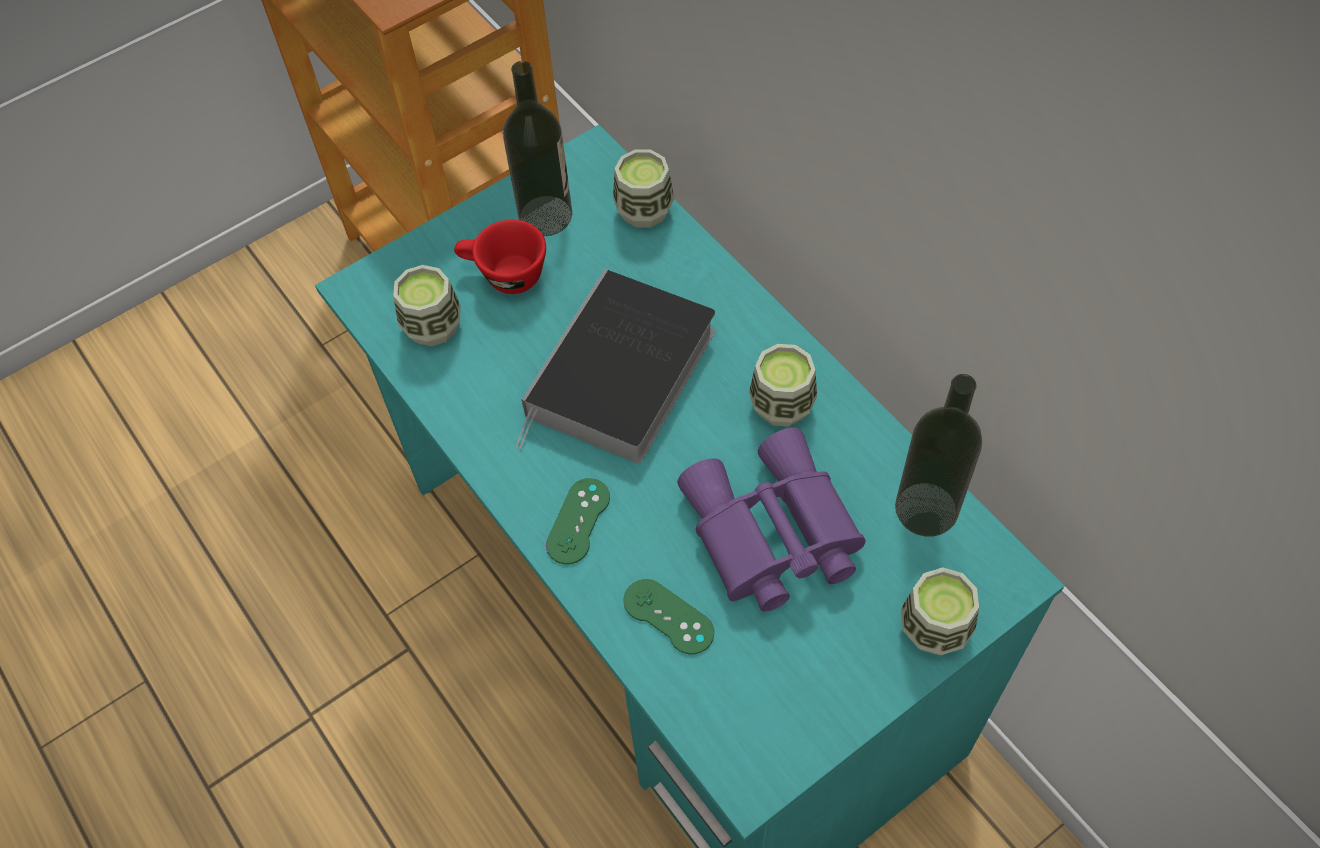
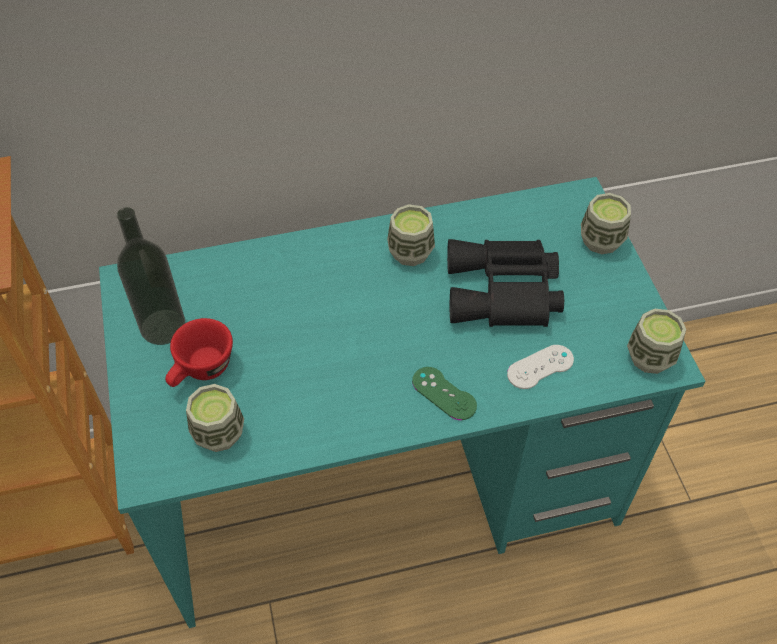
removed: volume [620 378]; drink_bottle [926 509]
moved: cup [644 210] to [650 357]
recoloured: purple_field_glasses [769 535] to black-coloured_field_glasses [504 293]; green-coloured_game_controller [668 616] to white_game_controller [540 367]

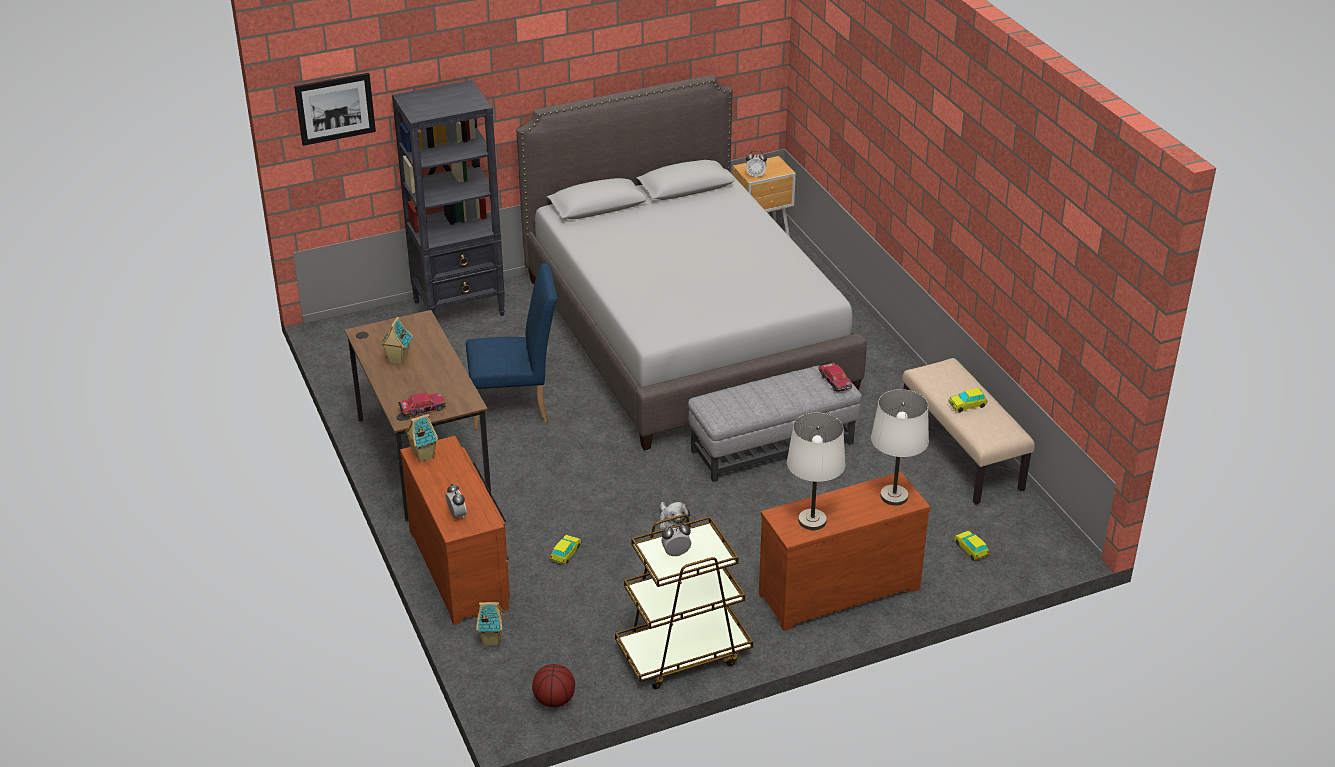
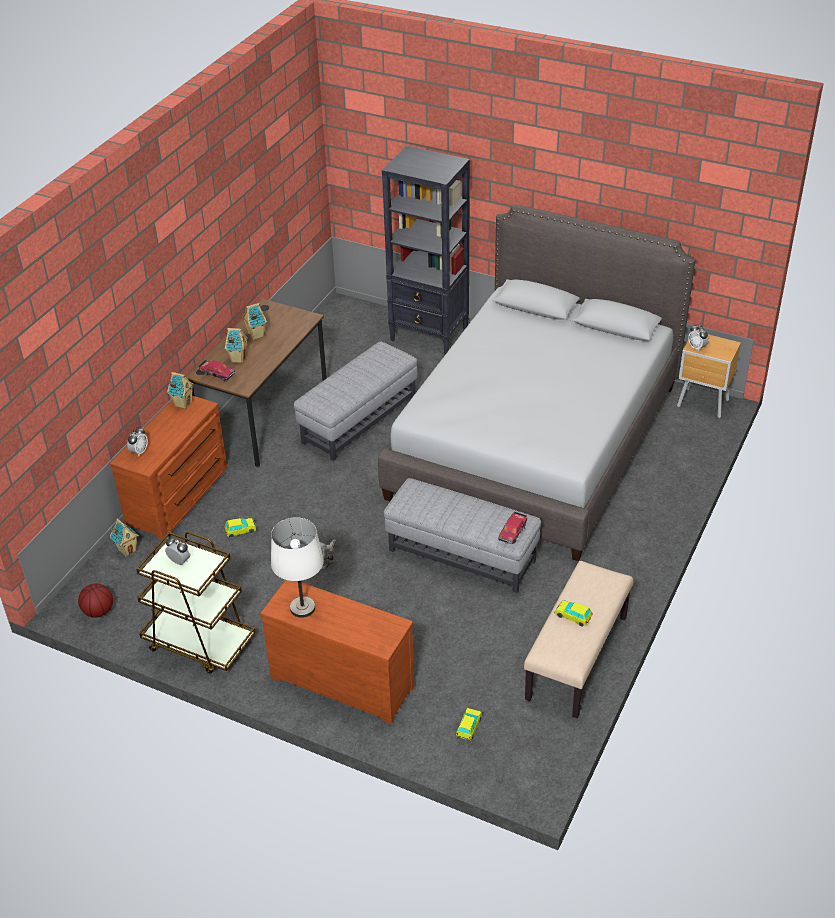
removed: wall_picture [335 108]; white_table_lamp [894 496]
added: miniature_house [238 358]
replaced: blue-coloured_chair [516 408] to grey_pouffe [359 420]

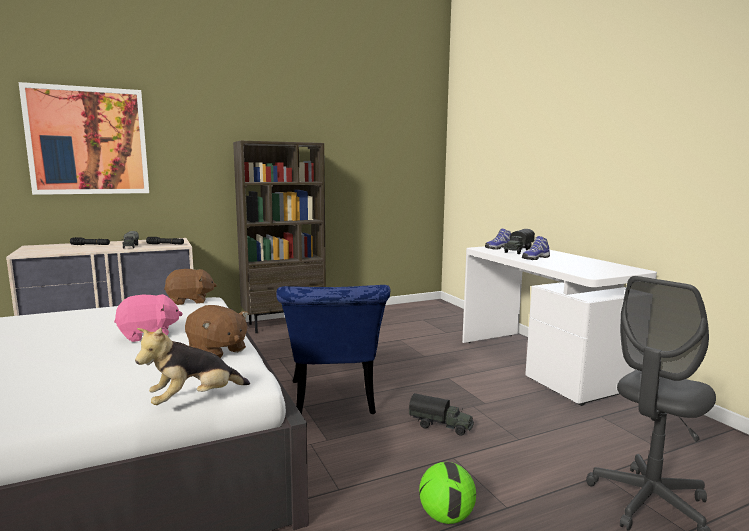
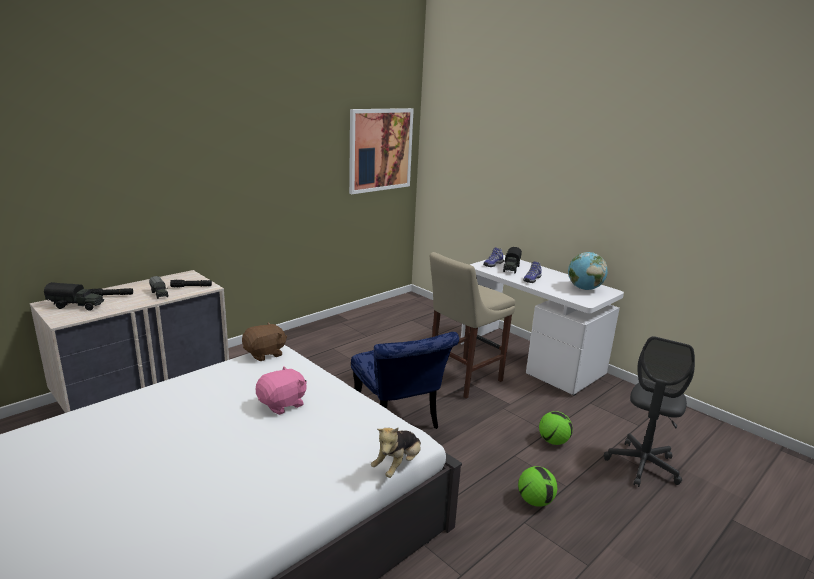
removed: brownish_cuddly_toy [217 351]; brownish_bookcase [284 324]
added: sand-coloured_stool [462 380]; football_ball [553 441]; world_globe [584 288]
moved: toy_lorry [441 426] to [77 306]; wall_picture [88 141] to [380 150]

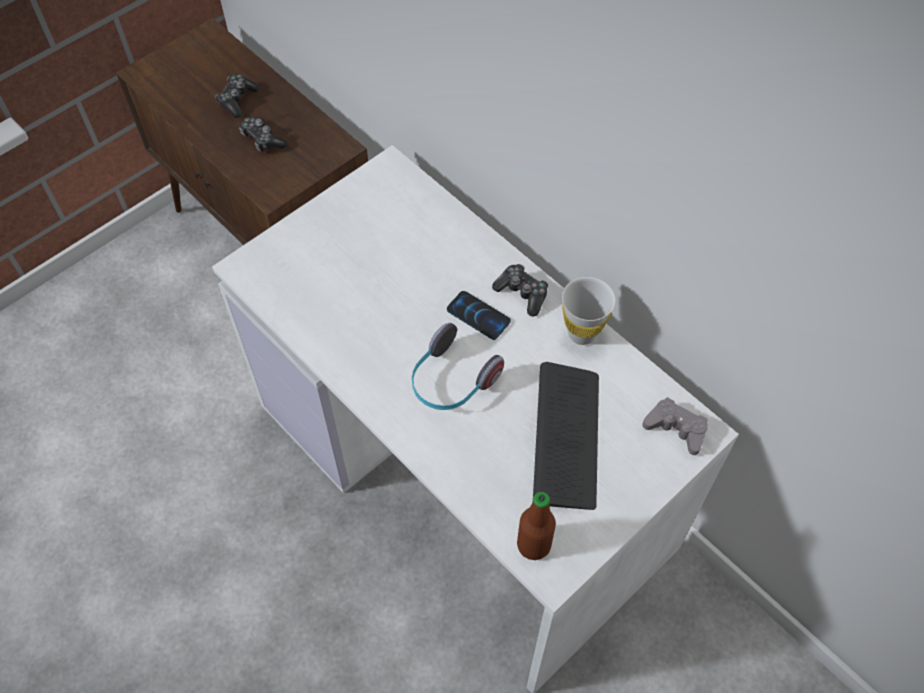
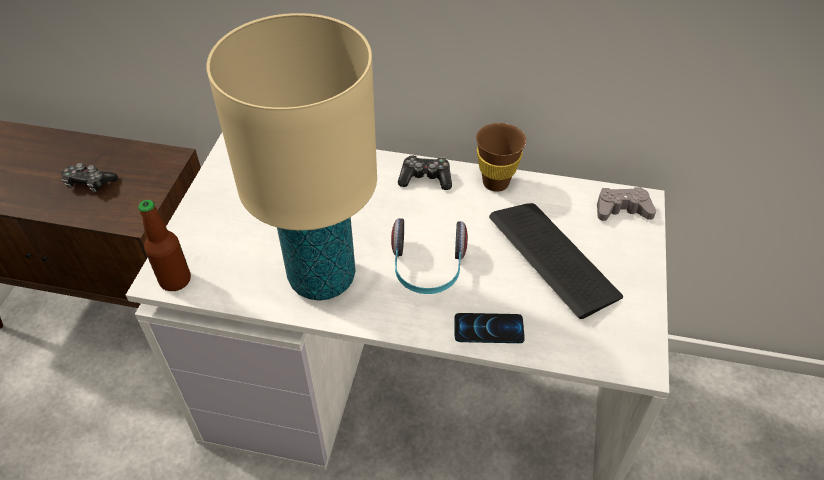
removed: game_controller [237 100]
added: sand-coloured_table_lamp [322 277]
moved: drink_bottle [533 545] to [175 280]; handset [478 316] to [488 329]
recoloured: white_cup [582 333] to brownish_cup [495 183]

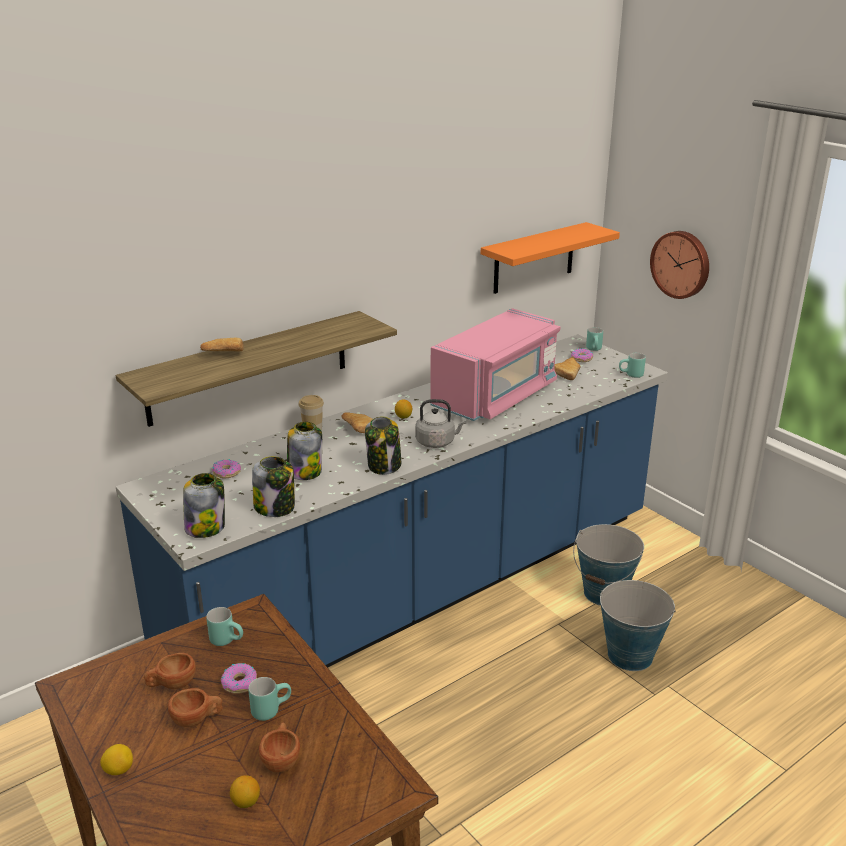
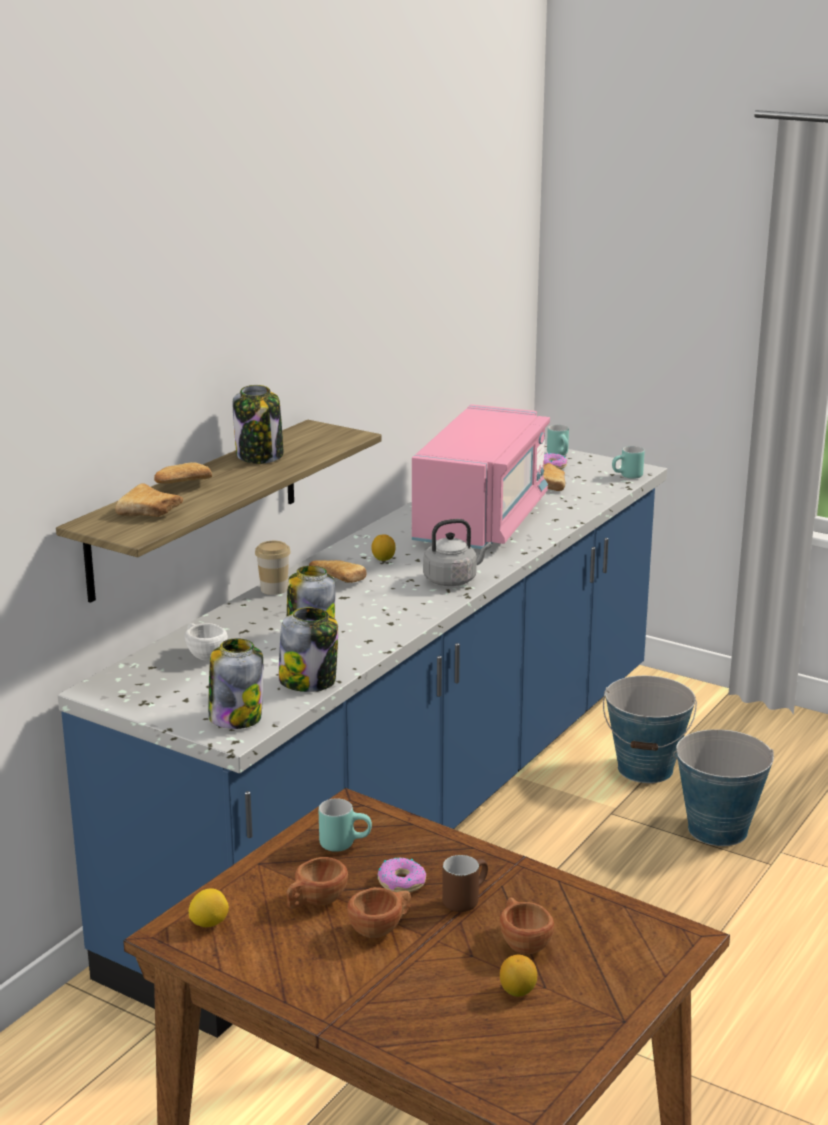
removed: orange_wall_shelf [534 258]; wall_clock [681 264]
added: baked_bread [152 513]
moved: citrus_fruit [119 770] to [209 923]; preserve_jar [384 466] to [260 456]
replaced: ring_doughnut [226 472] to white_cup [203 654]
recoloured: turquoise_mug [270 709] to brownish_mug [464 899]

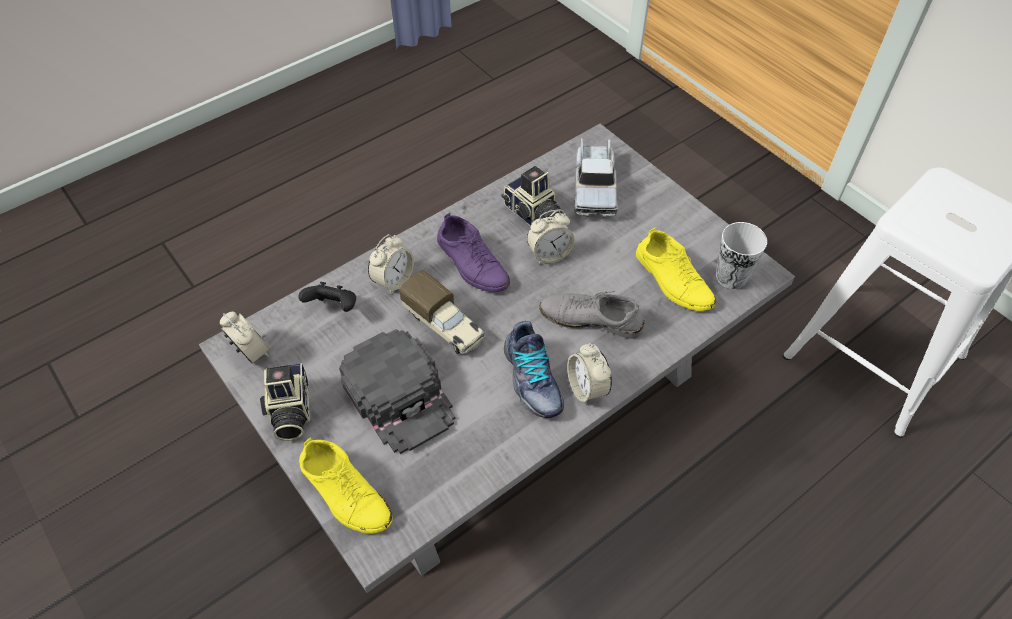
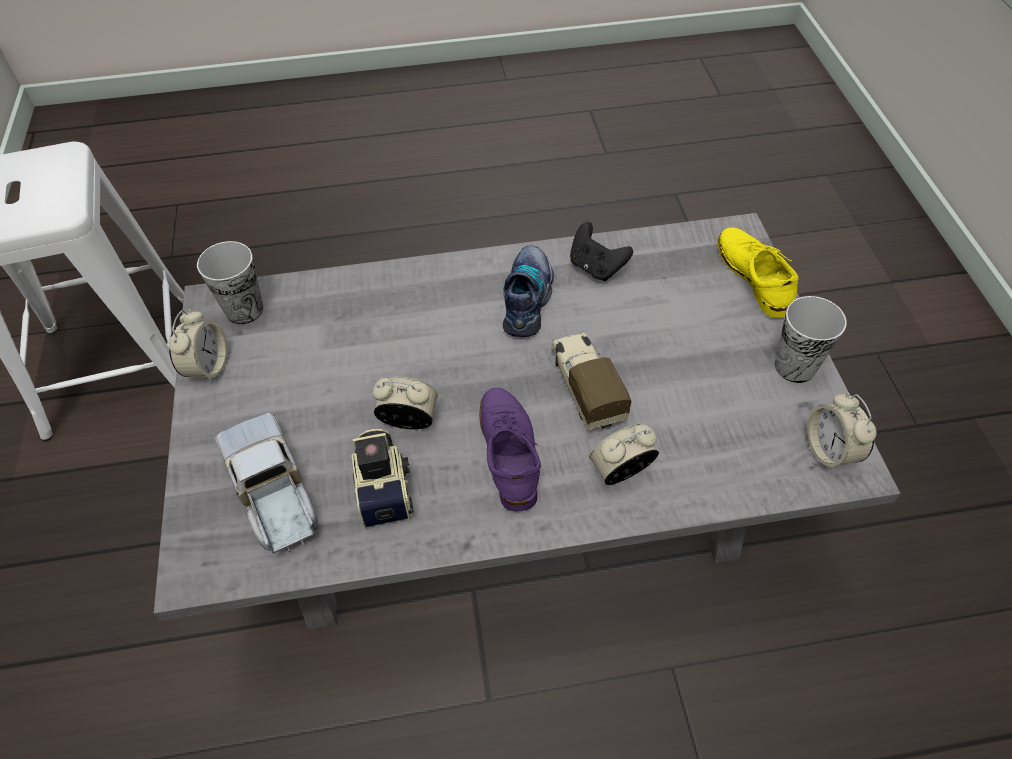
removed: black-coloured_baseball_cap [400 396]; grey_item_of_footwear [591 319]; yellowish_item_of_footwear [673 280]
moved: bedside_clock [587 388] to [208 367]; black-coloured_game_controller [333 307] to [596 267]
replaced: photo_camera [289 411] to cup [795 366]
turned: toy_lorry [594 187] = [273 492] 60 degrees counterclockwise

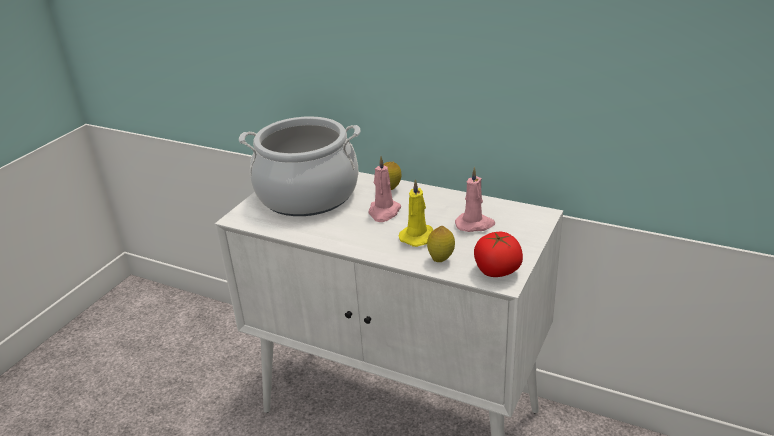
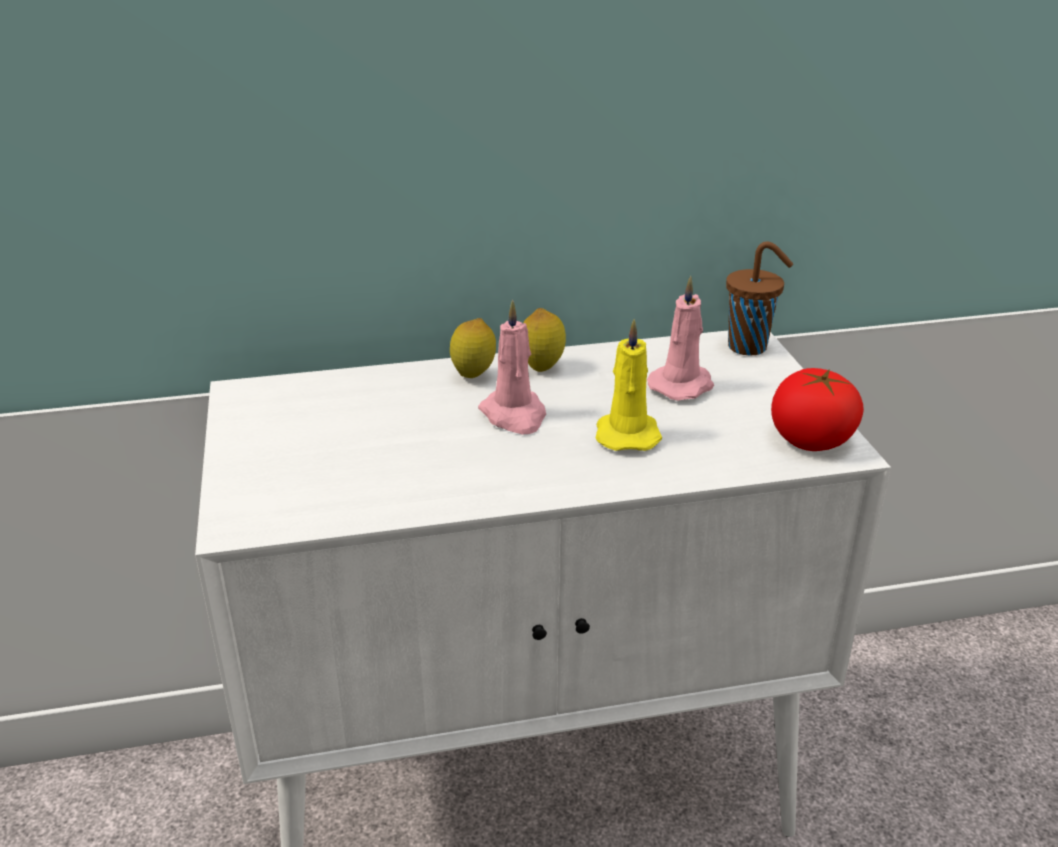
removed: saucepot [307 195]
added: brownish_cup [750 347]
moved: citrus_fruit [441 260] to [542 368]

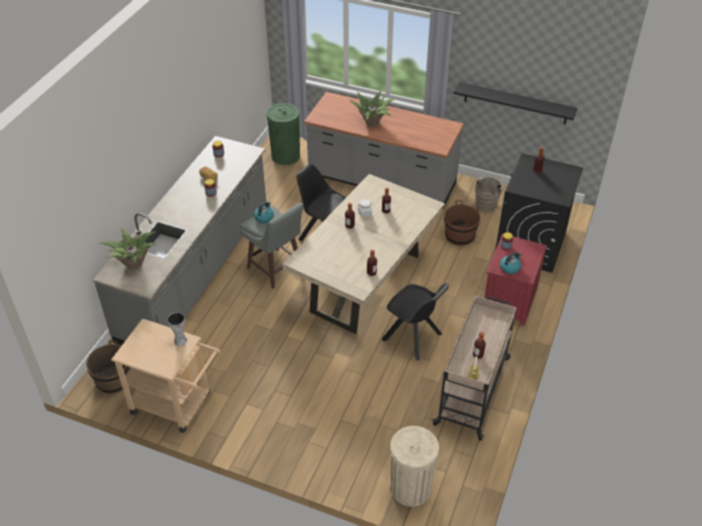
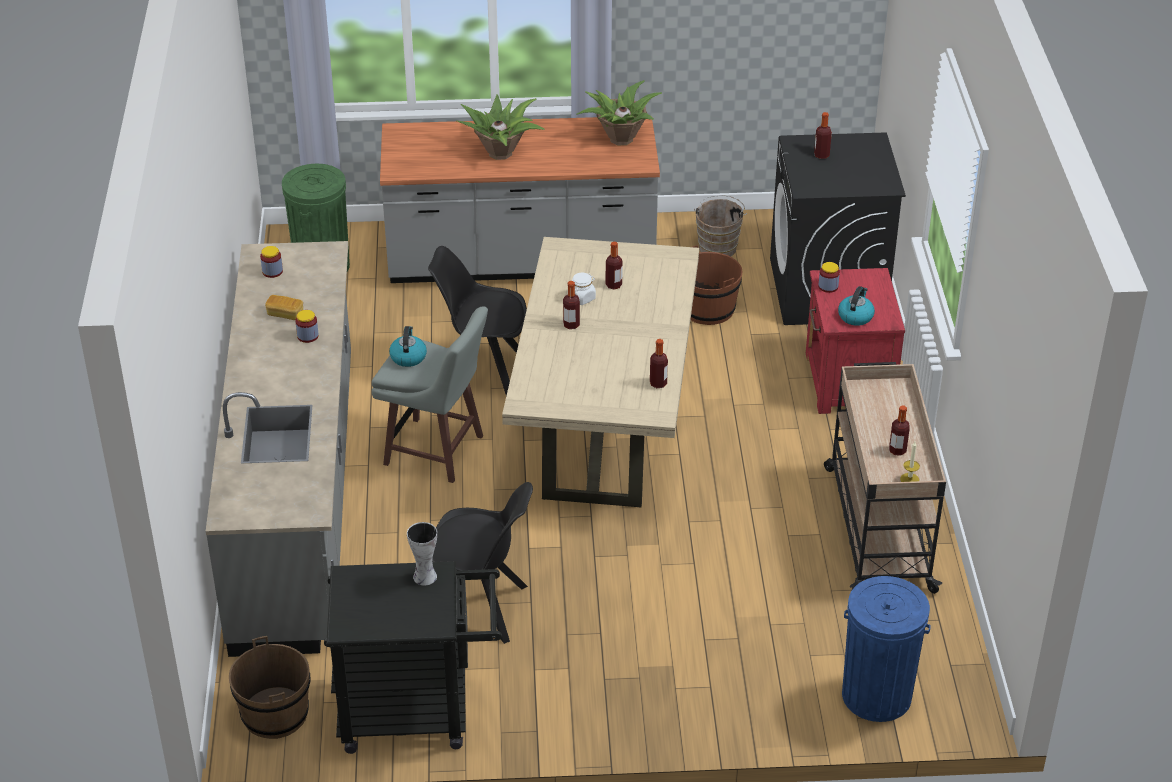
removed: black-coloured_wall_shelf [515 103]
moved: black-coloured_chair [413 338] to [480 608]; potted_plant [133 264] to [620 139]
recoloured: sand-coloured_trolley [177 405] to black-coloured_trolley [418 712]; sand-coloured_trash_can [410 488] to blue-coloured_trash_can [876 695]

